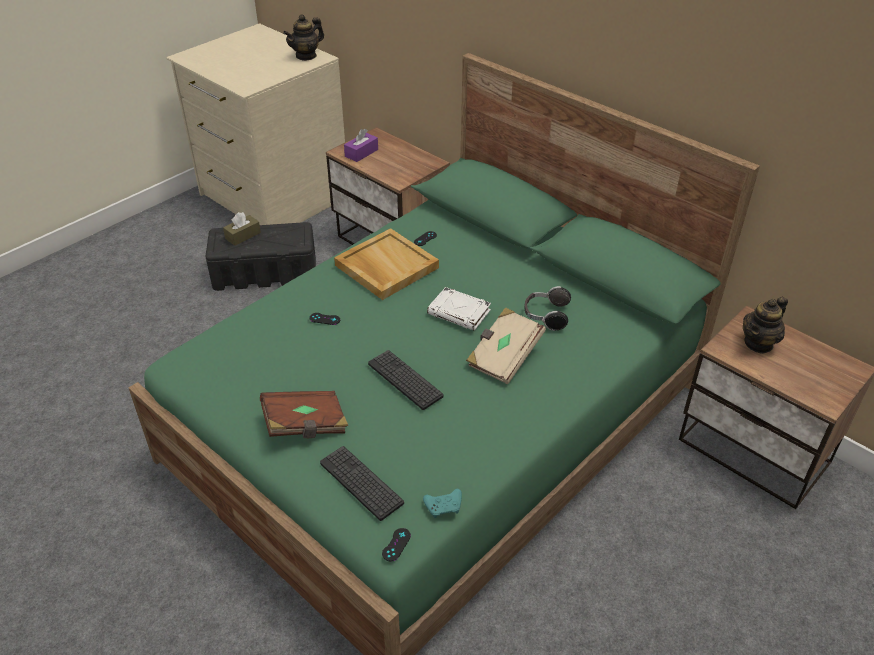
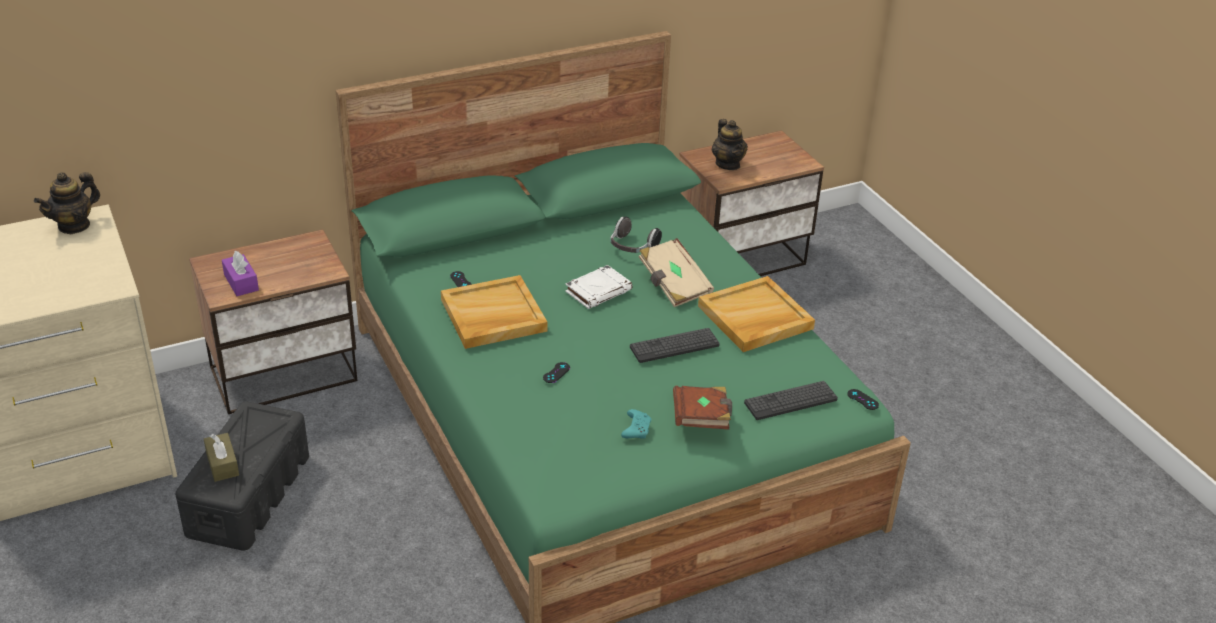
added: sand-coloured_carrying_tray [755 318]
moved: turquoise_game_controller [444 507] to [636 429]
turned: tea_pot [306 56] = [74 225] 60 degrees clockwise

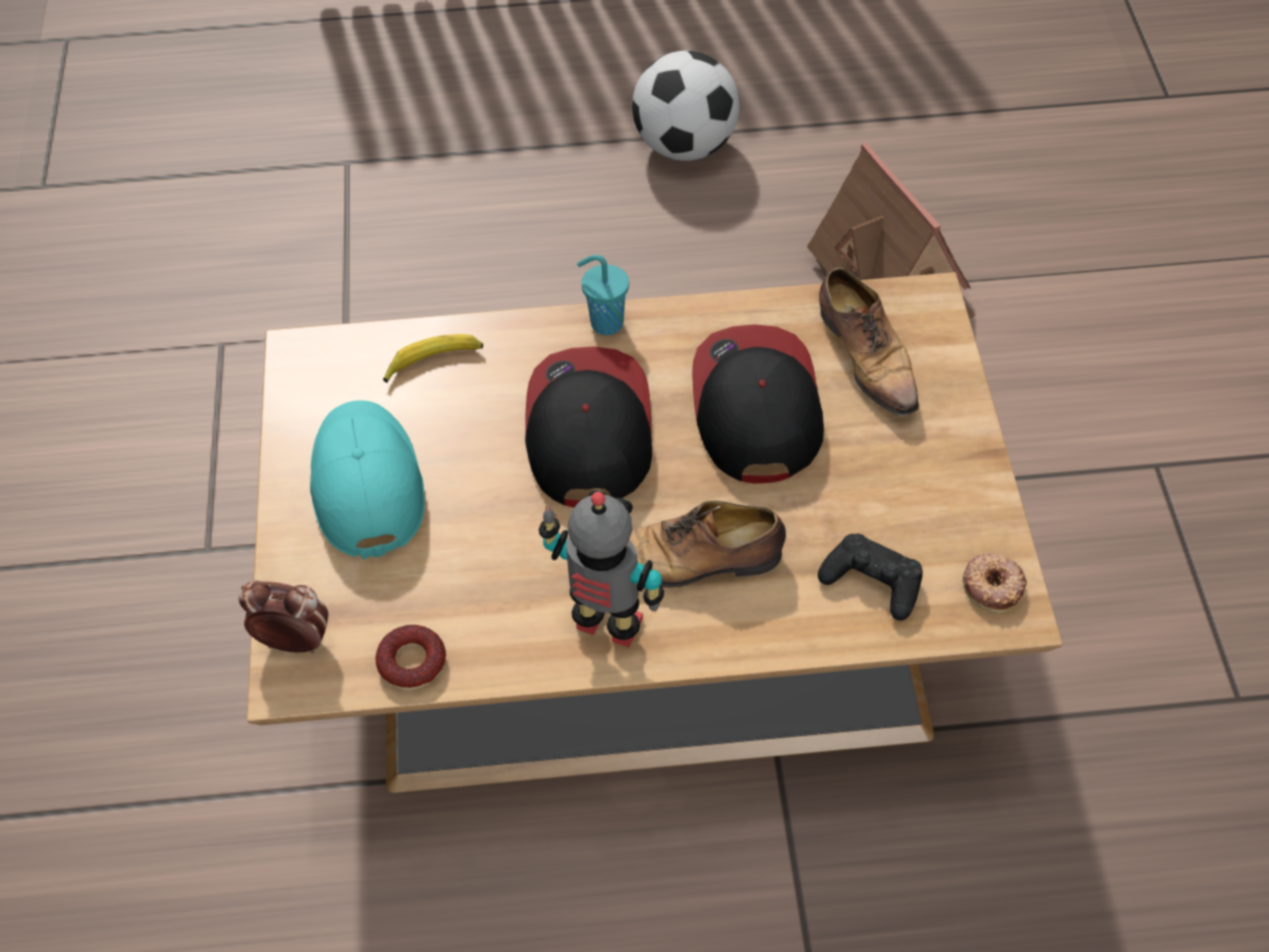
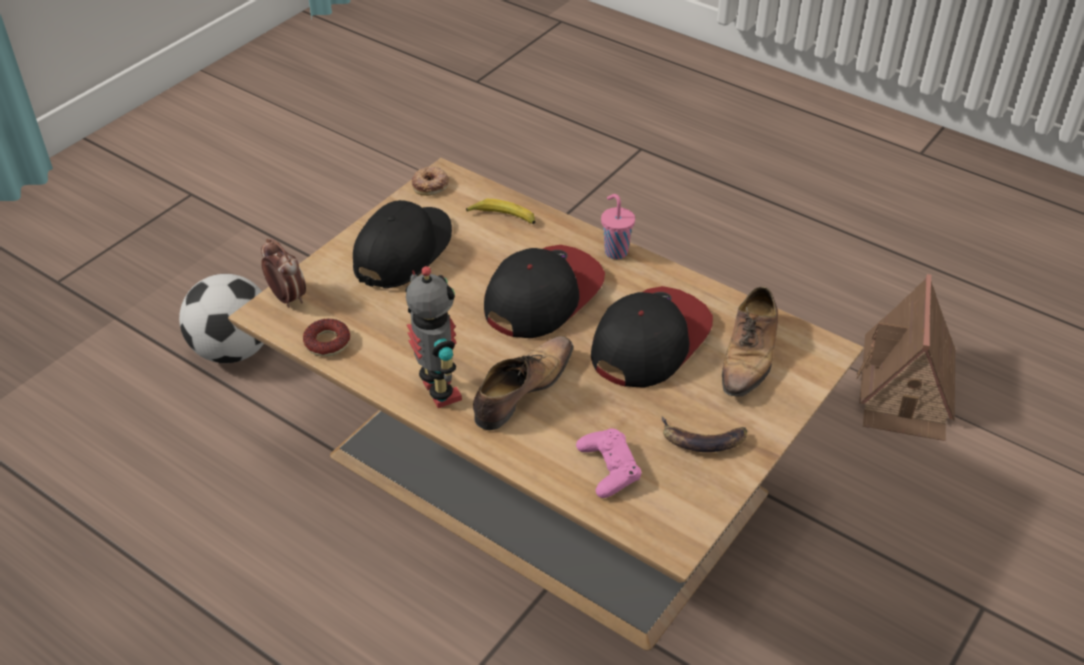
added: banana_fruit [703 439]
moved: football_ball [685 146] to [233 350]; ring_doughnut [993 586] to [430 185]
recoloured: turquoise_baseball_cap [366 484] to black-coloured_baseball_cap [403 251]; black-coloured_game_controller [872 582] to pink-coloured_game_controller [609 468]; turquoise_cup [604 323] to pink-coloured_cup [615 251]
turned: item_of_footwear [692 560] = [521 390] 90 degrees clockwise

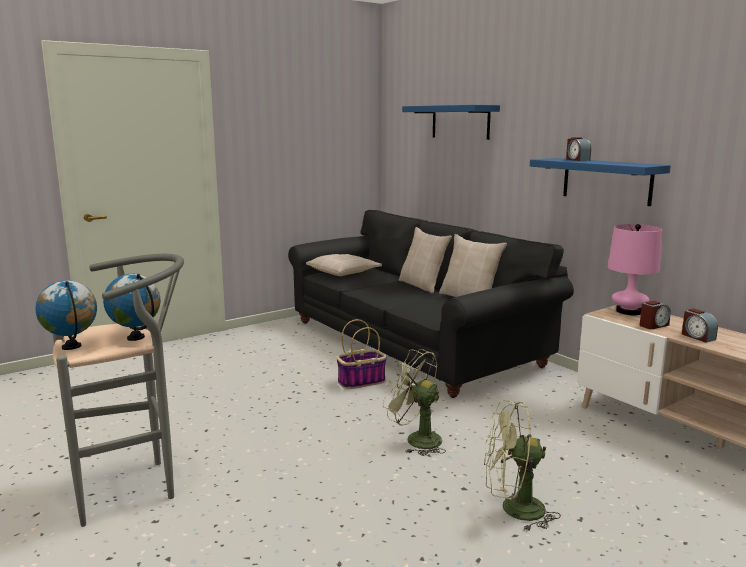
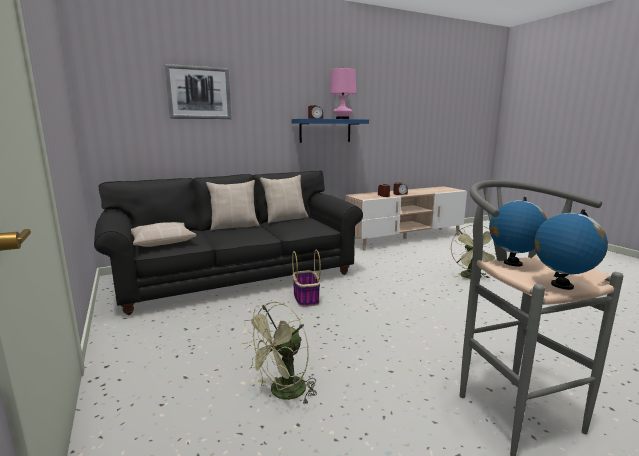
moved: green-coloured_cooling_fan [416 439] to [282 393]; pink-coloured_table_lamp [628 311] to [342 119]
replaced: blue-coloured_wall_shelf [460 122] to wall_picture [199 93]

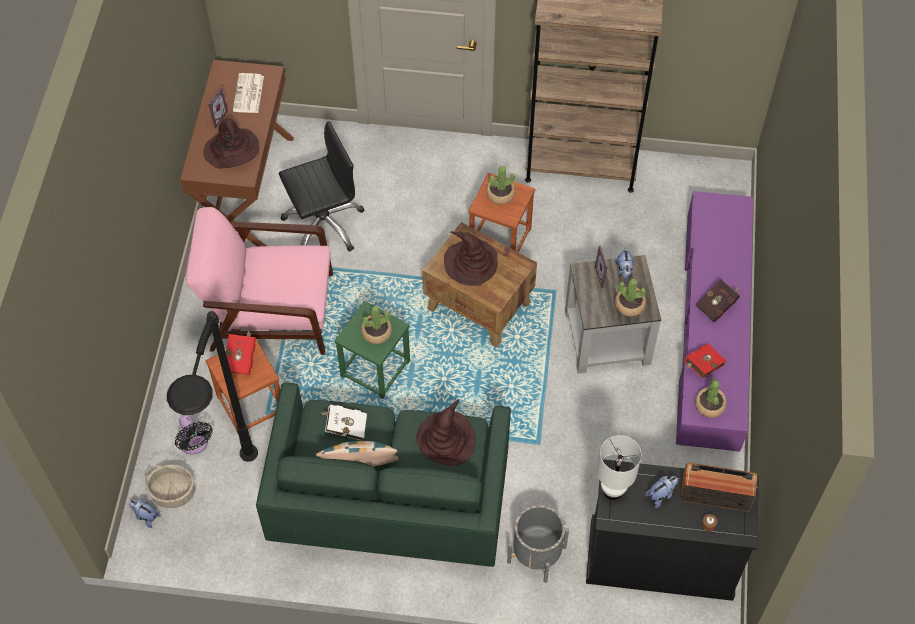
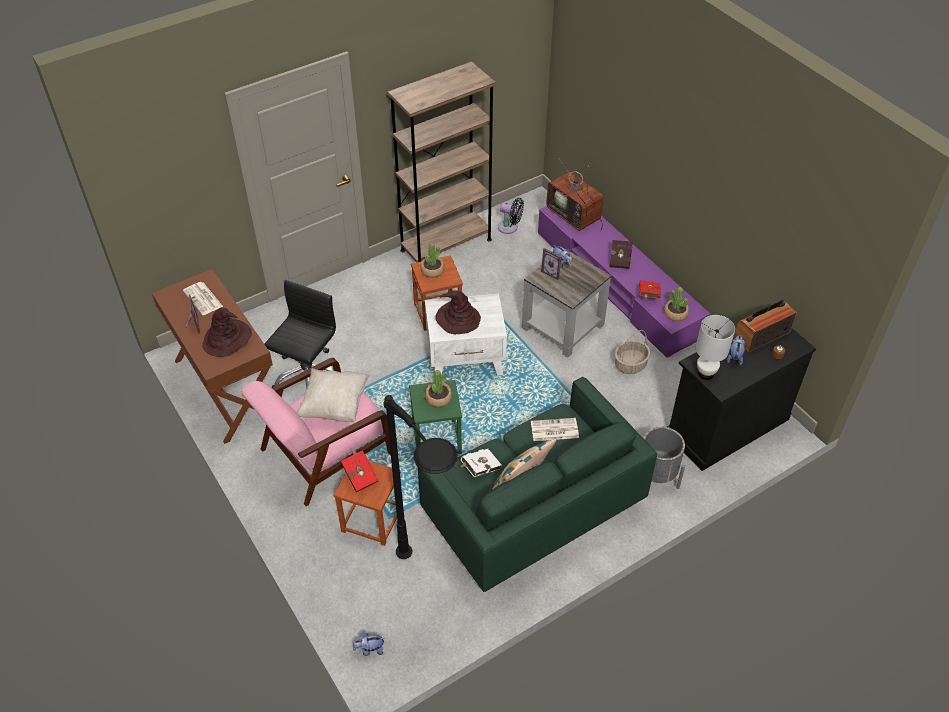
removed: potted_plant [629 305]
added: sand-coloured_pillow [334 405]; TV_set [575 216]
moved: black-coloured_cooling_fan [195 444] to [510 228]; storage_basket [172 493] to [630 365]
replaced: brownish_wearable_hat [446 439] to printed_paper [554 430]
recoloured: brownish_side_table [479 307] to white_side_table [466 359]

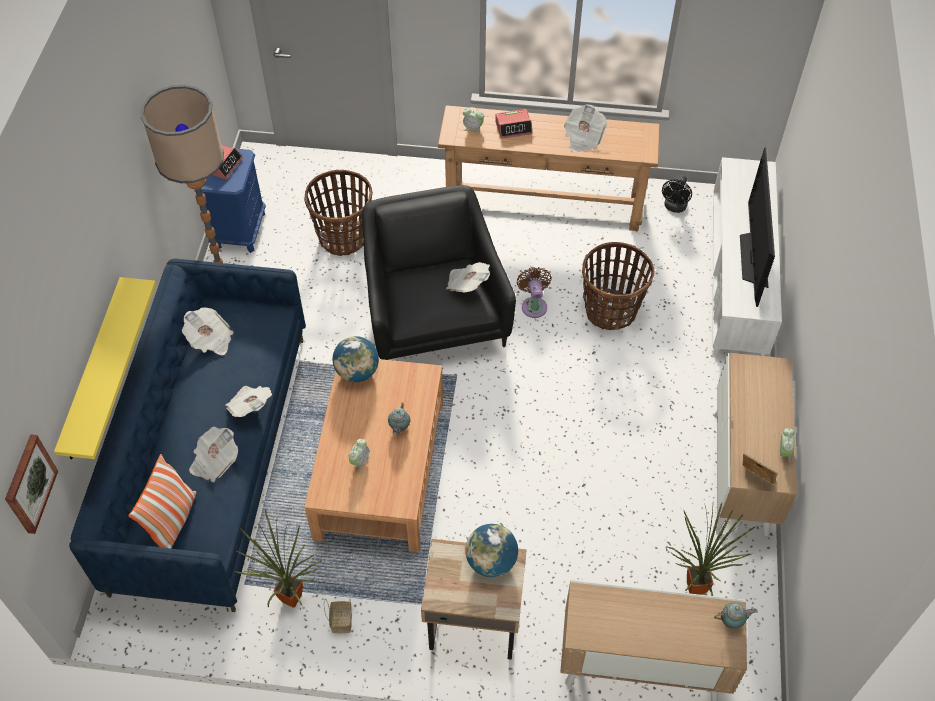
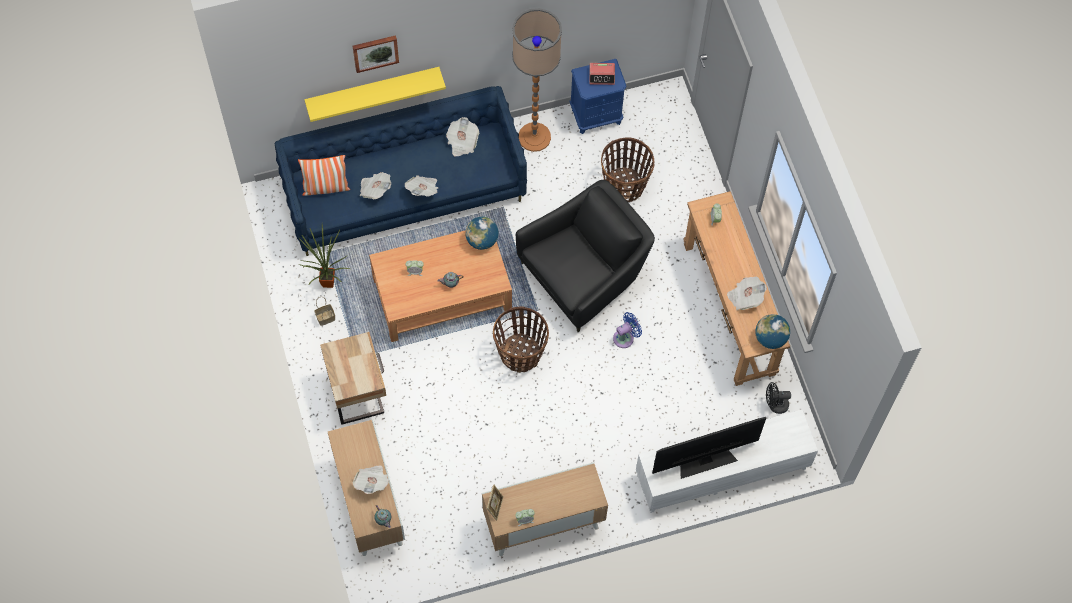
removed: bedside_clock [513 127]; potted_plant [695 584]
moved: printed_paper [467 284] to [372 482]; wall_picture [29 484] to [375 52]; storage_basket [610 310] to [520 354]; world_globe [491 561] to [770 338]
recoloured: brownish_cooling_fan [534 305] to blue-coloured_cooling_fan [625 337]

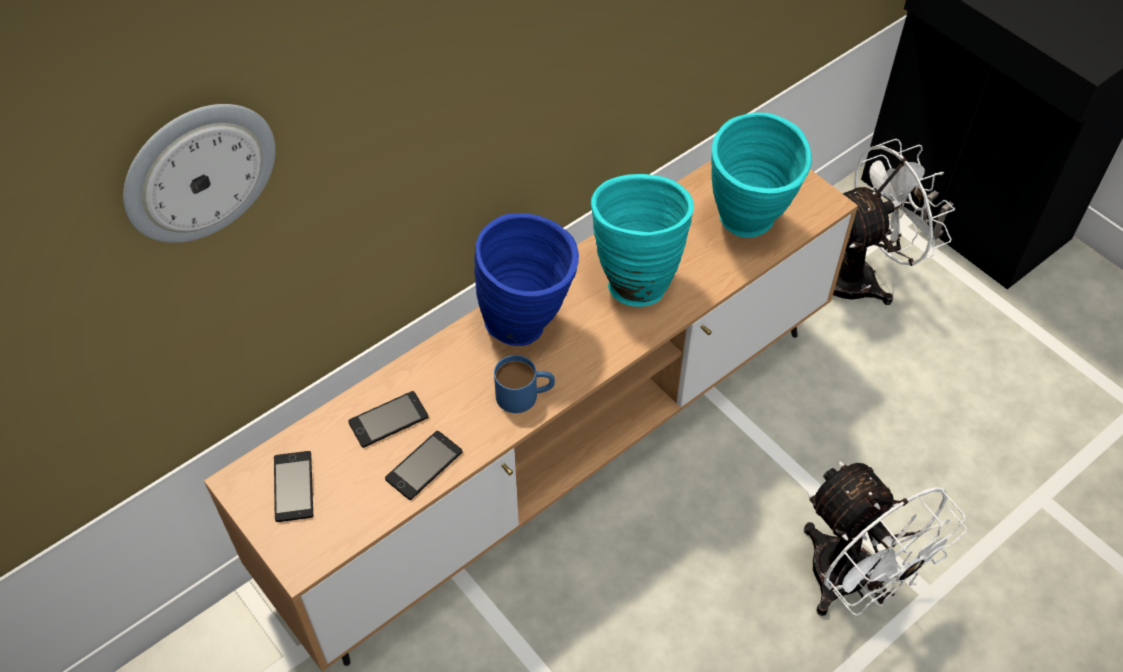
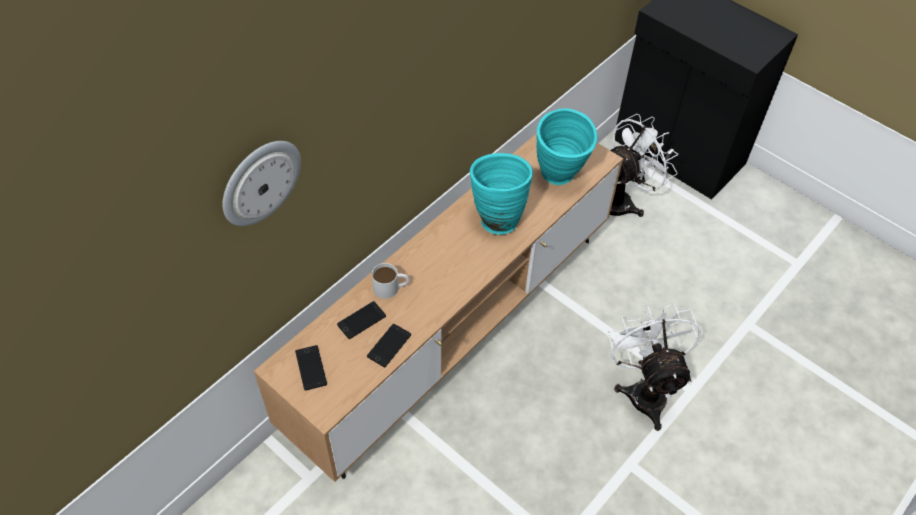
removed: blue-coloured_flower_vase [529 325]; blue-coloured_mug [525 395]
added: white_mug [391 288]
turned: white_cooling_fan [851 584] = [644 389] 150 degrees counterclockwise

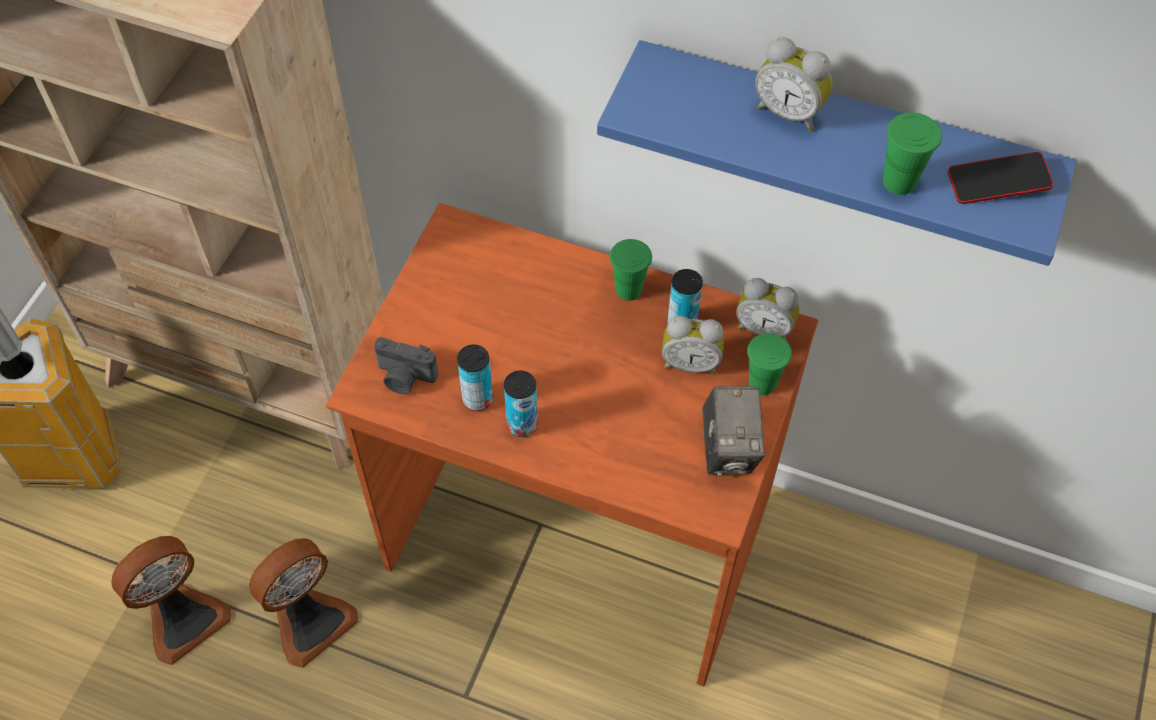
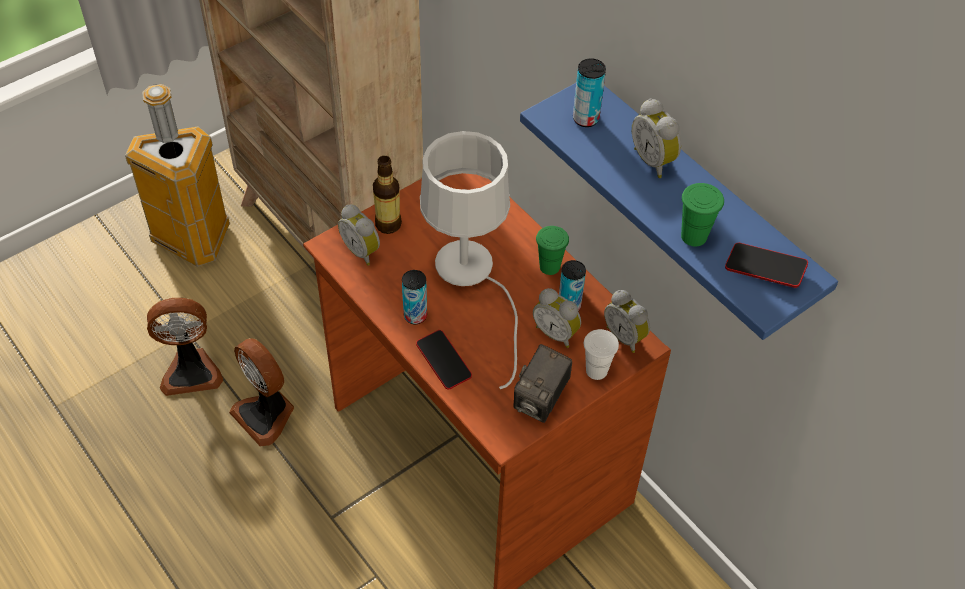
added: drink_bottle [388 224]; handset [444 362]; white_table_lamp [472 281]
moved: can [477 399] to [585 119]
replaced: photo_camera [404 377] to bedside_clock [362 250]
recoloured: green-coloured_cup [762 383] to white_cup [596 370]
turned: cooling_fan [310 620] = [266 415] 60 degrees clockwise

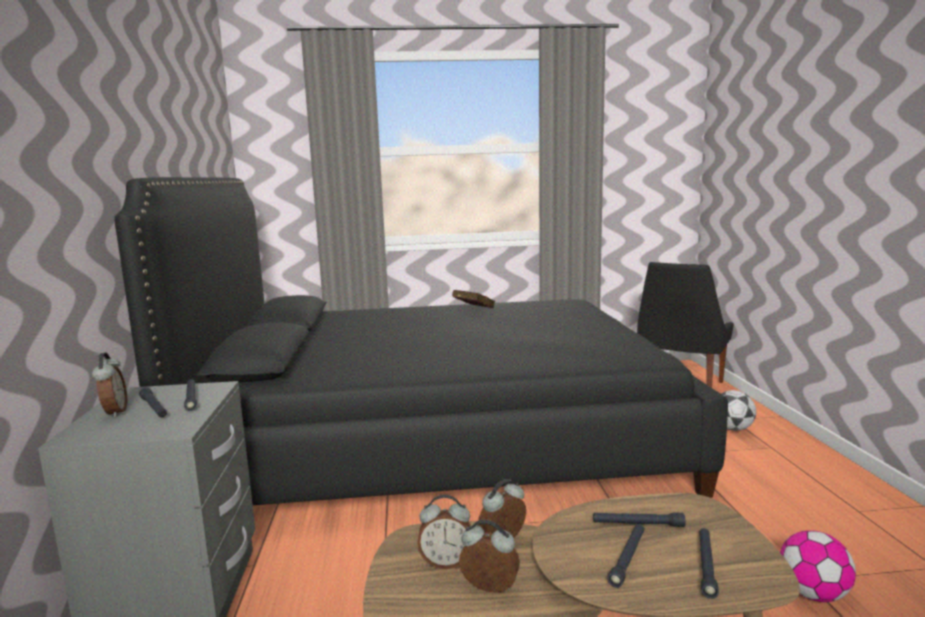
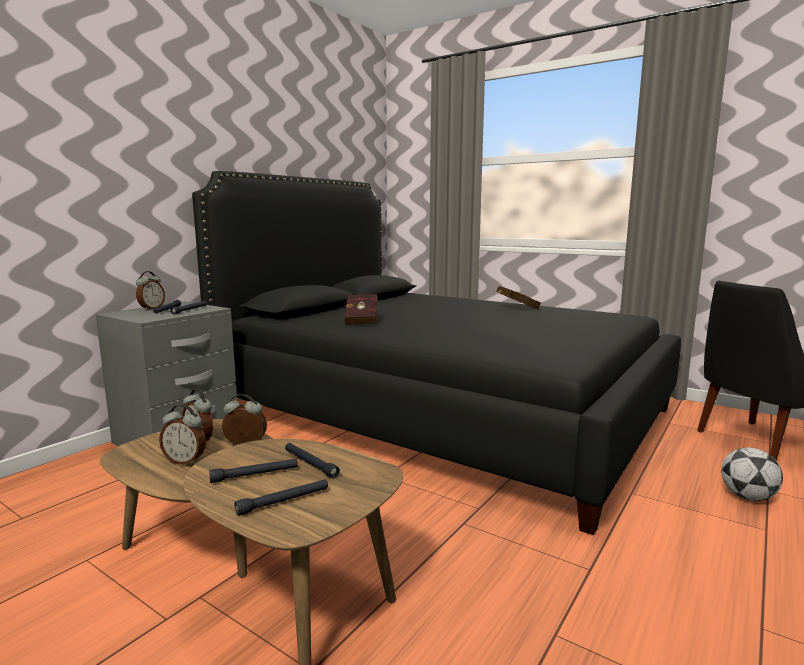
removed: football_ball [813 594]
added: red-coloured_volume [362 320]
turned: bedside_clock [489 590] = [185 461] 135 degrees clockwise

